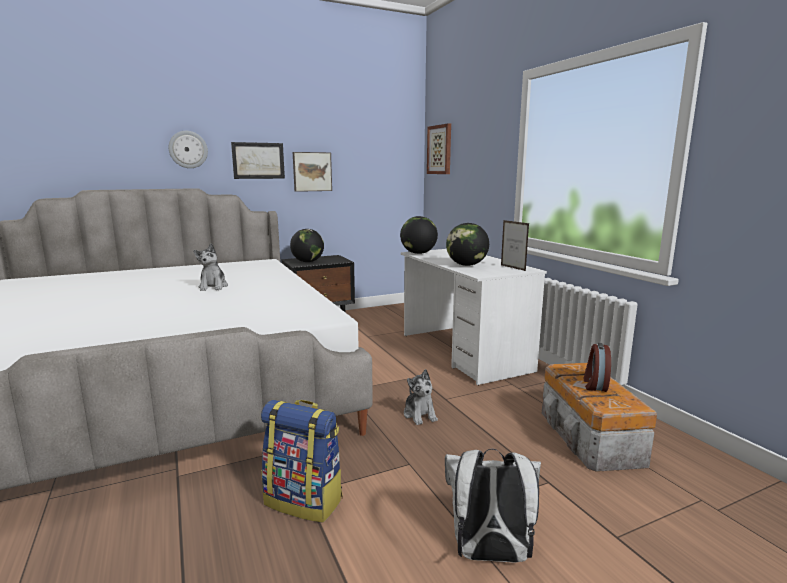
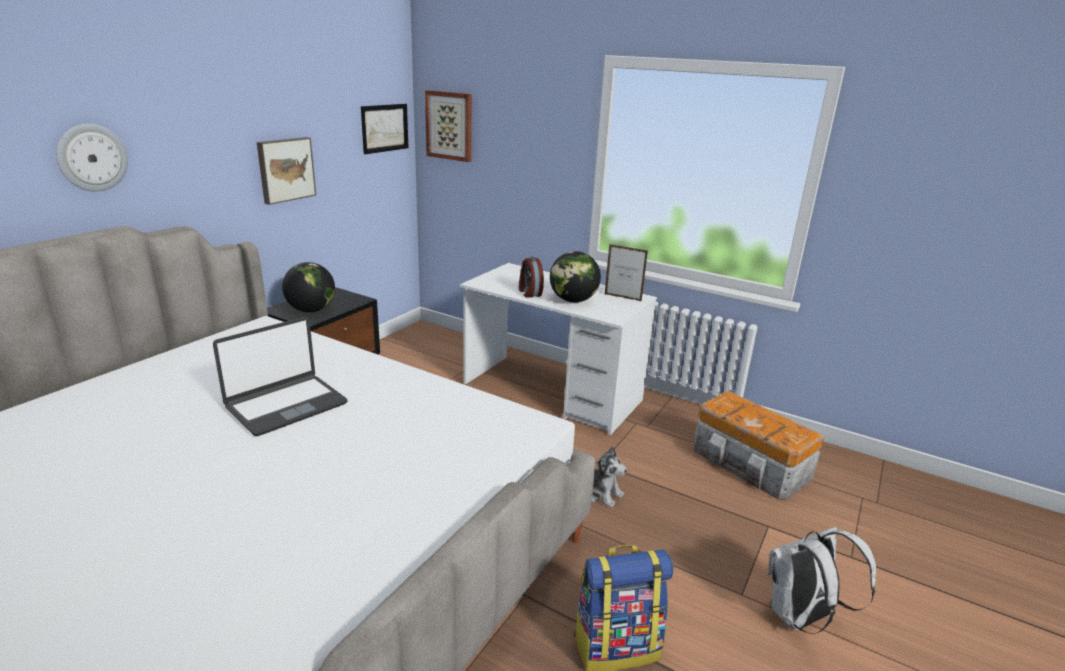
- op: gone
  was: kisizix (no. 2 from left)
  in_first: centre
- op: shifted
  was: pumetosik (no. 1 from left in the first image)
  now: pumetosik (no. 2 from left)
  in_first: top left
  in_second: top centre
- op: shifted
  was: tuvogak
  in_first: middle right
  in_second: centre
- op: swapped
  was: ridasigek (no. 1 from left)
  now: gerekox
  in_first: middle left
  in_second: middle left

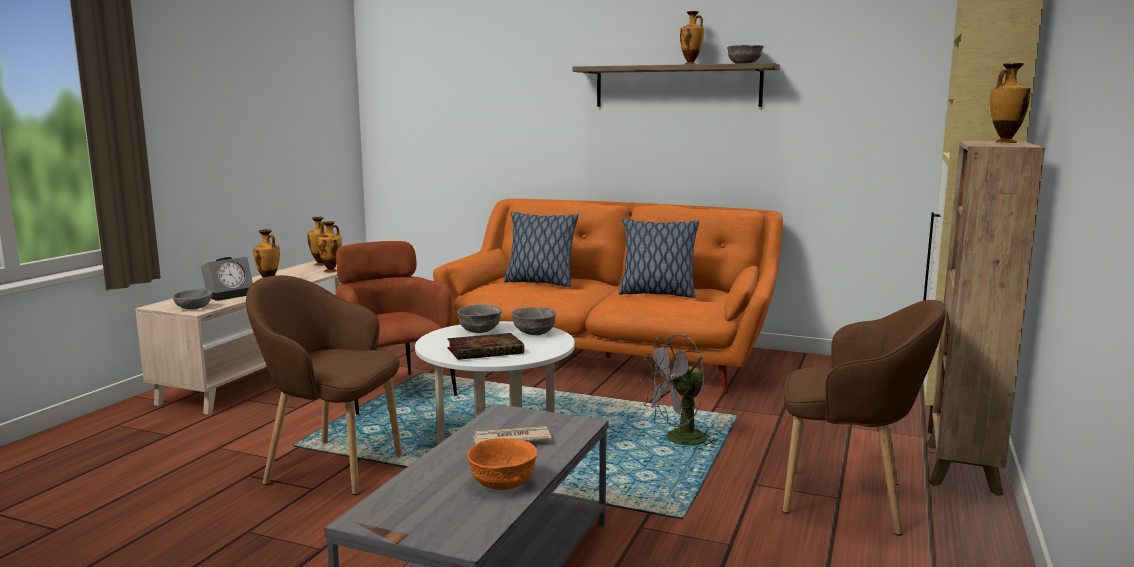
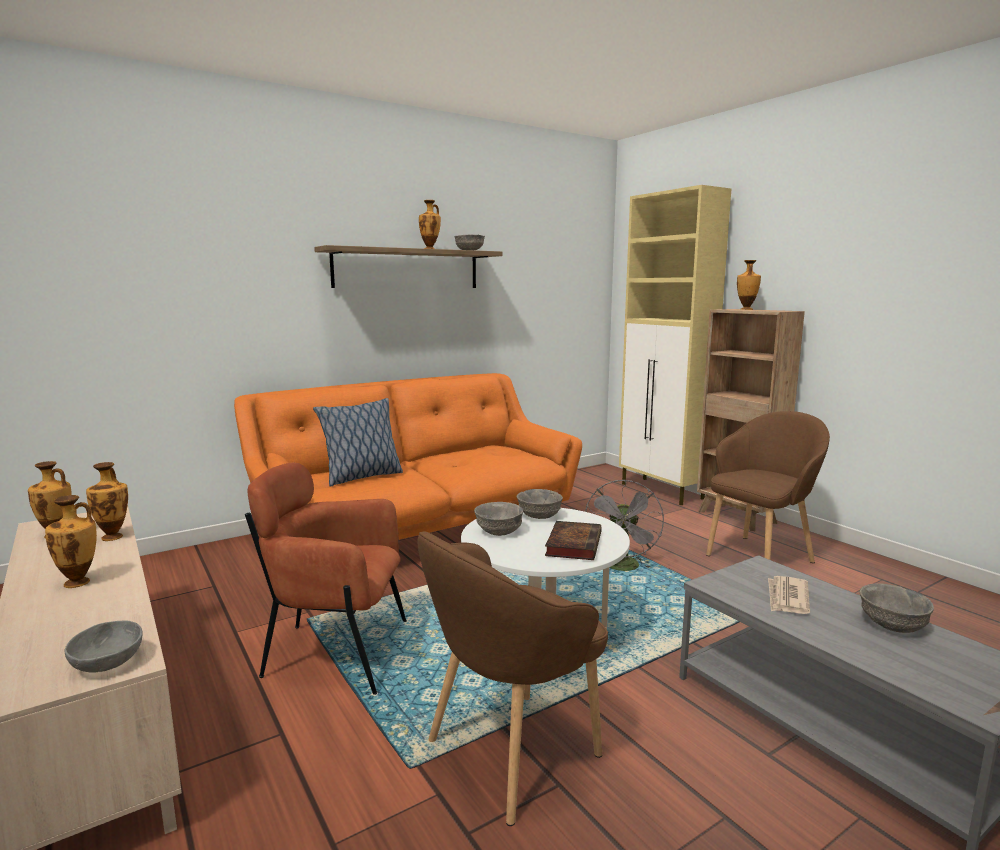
- op: gone
  was: tuvogak
  in_first: middle left
- op: gone
  was: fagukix (no. 2 from left)
  in_first: centre
- op: repainted
  was: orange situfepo
  now: grey situfepo (no. 5 from left)
  in_first: bottom centre
  in_second: bottom right

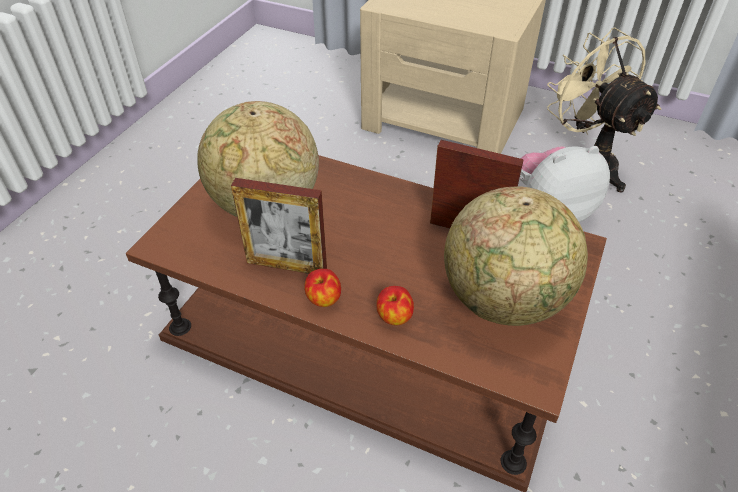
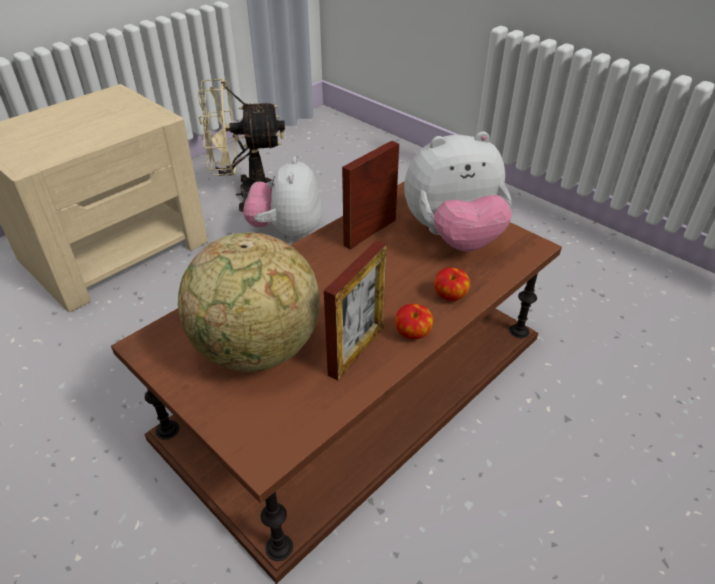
- op: swapped
  was: kisizix (no. 2 from left)
  now: ridasigek (no. 2 from left)
  in_first: middle right
  in_second: top centre

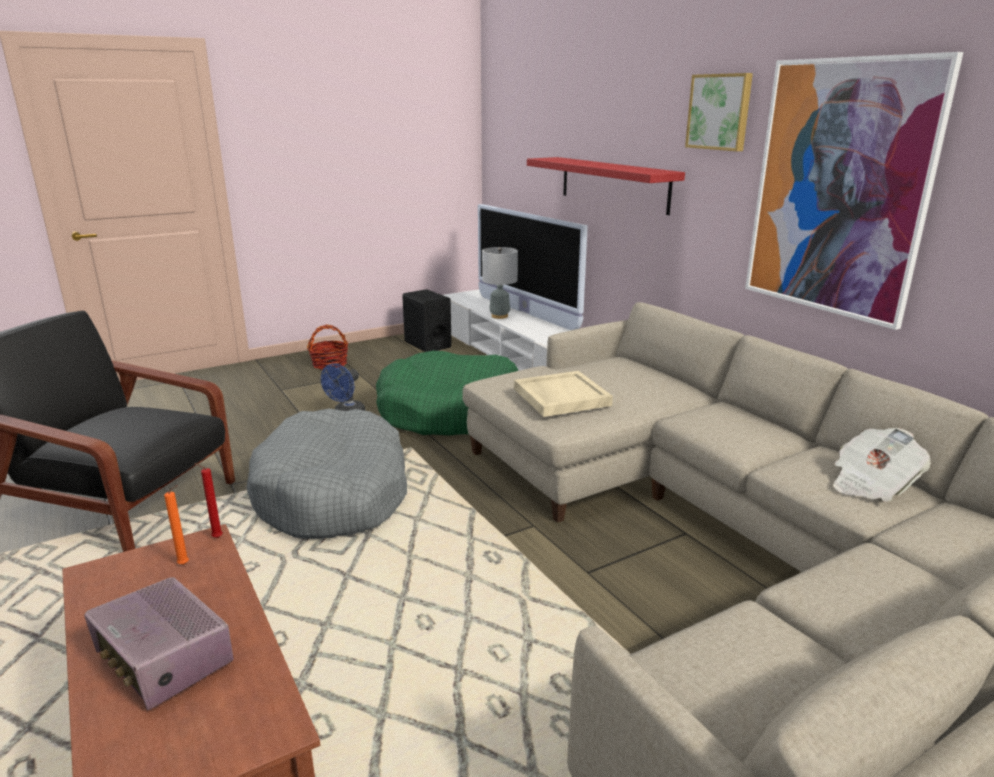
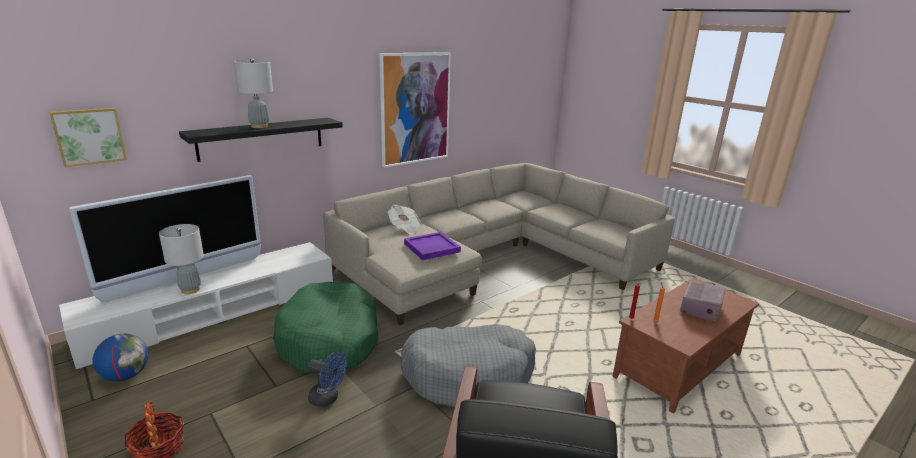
- op: new
  now: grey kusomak (no. 2 from left)
  in_second: top left
- op: shifted
  was: pumetosik (no. 1 from left)
  in_first: top right
  in_second: top left
- op: shifted
  was: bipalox
  in_first: middle right
  in_second: centre
- op: swapped
  was: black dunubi
  now: kisizix
  in_first: centre
  in_second: bottom left
- op: repainted
  was: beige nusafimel
  now: purple nusafimel
  in_first: centre
  in_second: centre
- op: repainted
  was: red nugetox
  now: black nugetox
  in_first: top centre
  in_second: top left

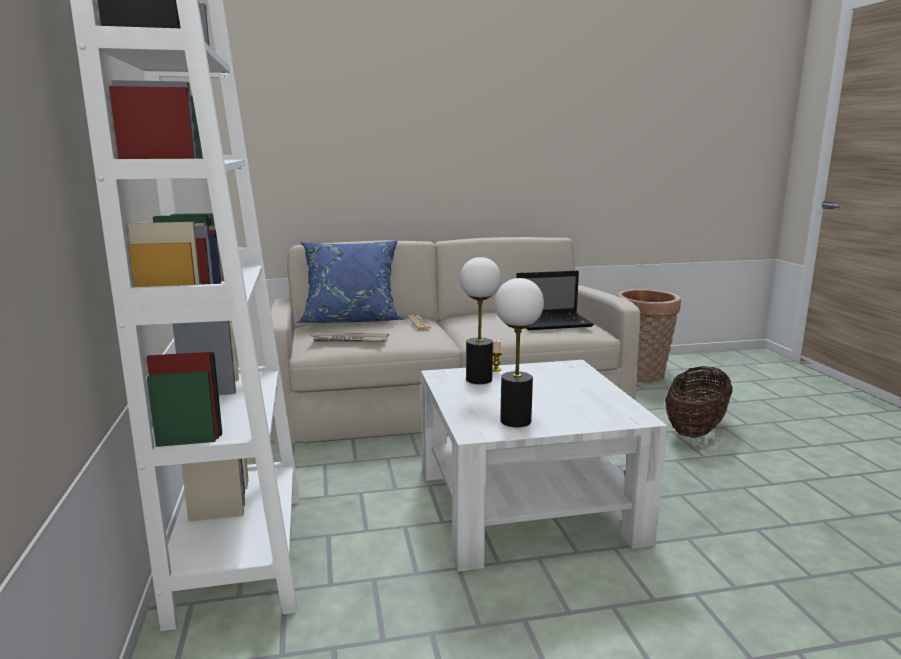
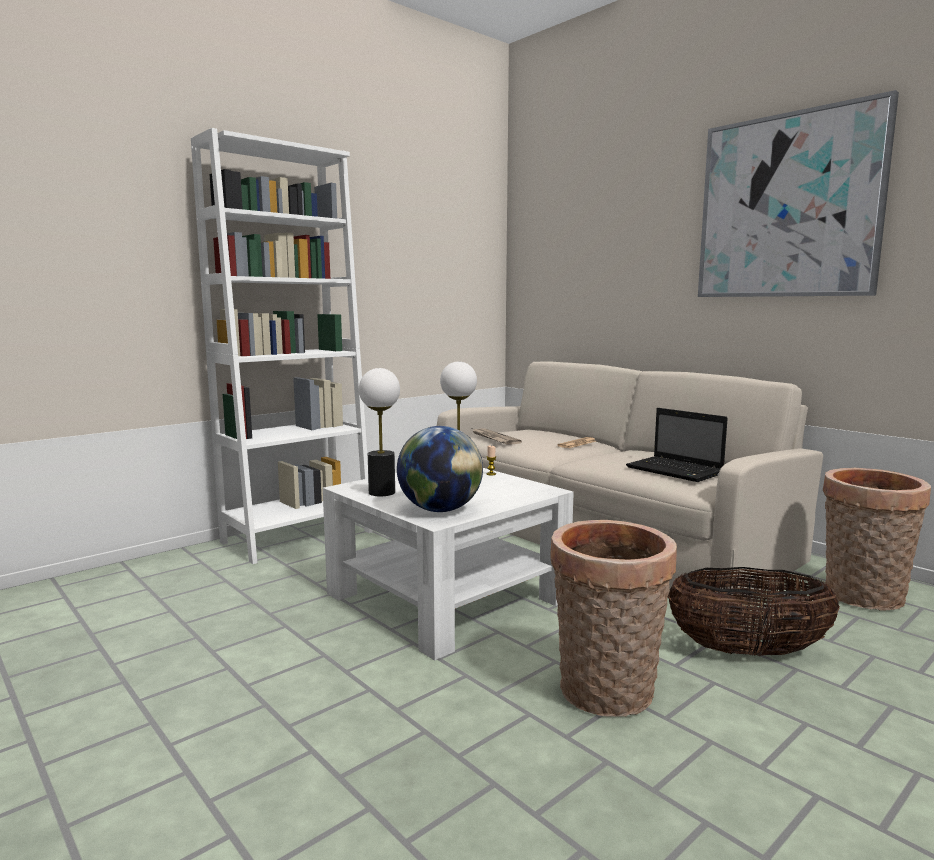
- op: gone
  was: blue fagukix
  in_first: centre
- op: new
  now: kisizix
  in_second: centre
- op: new
  now: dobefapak (no. 1 from left)
  in_second: bottom centre
- op: new
  now: pumetosik
  in_second: top right

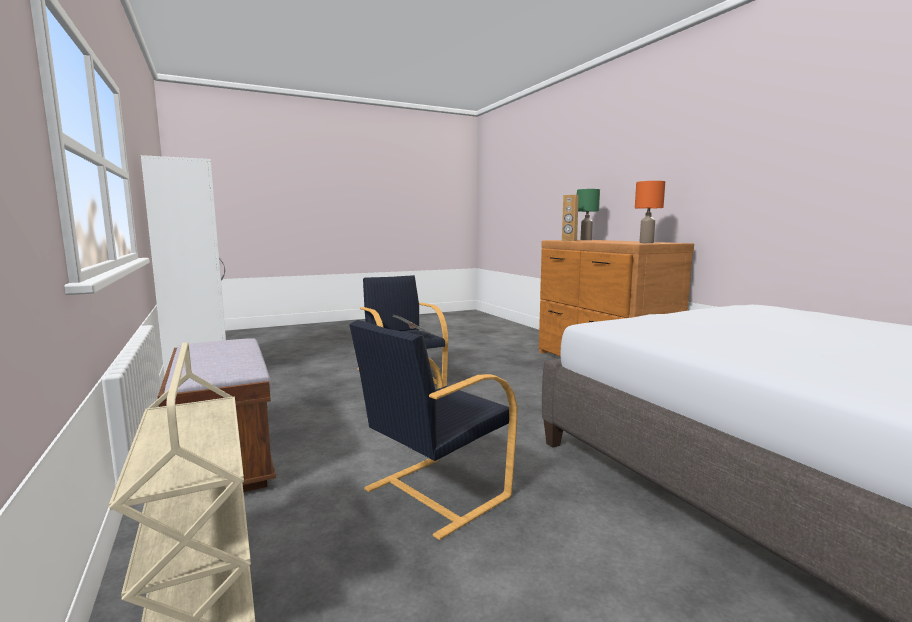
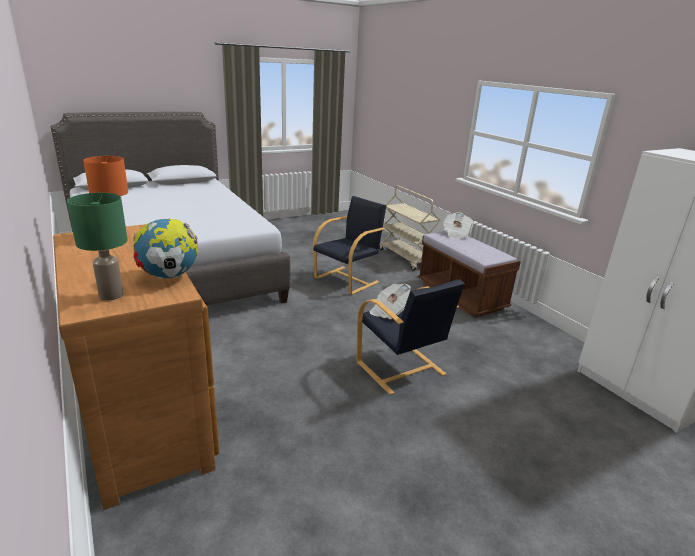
- op: new
  now: bipalox (no. 2 from left)
  in_second: centre
- op: swapped
  was: brown dunubi
  now: kisizix
  in_first: centre
  in_second: middle left

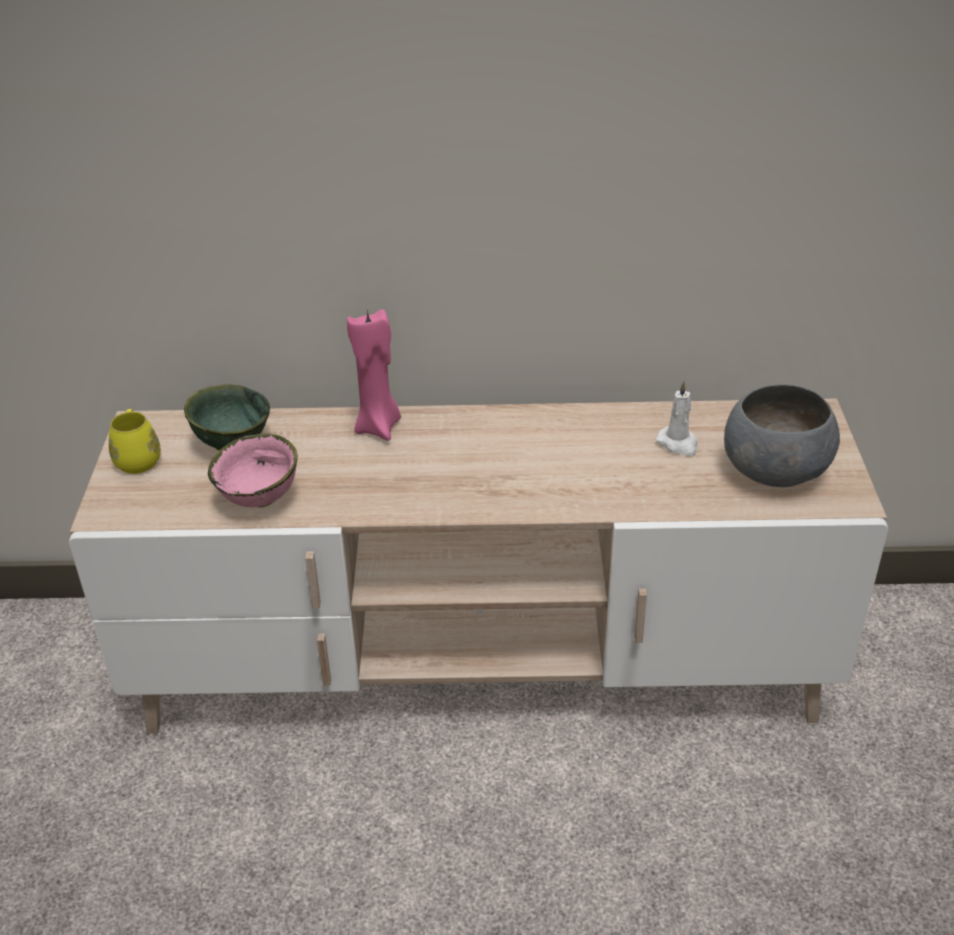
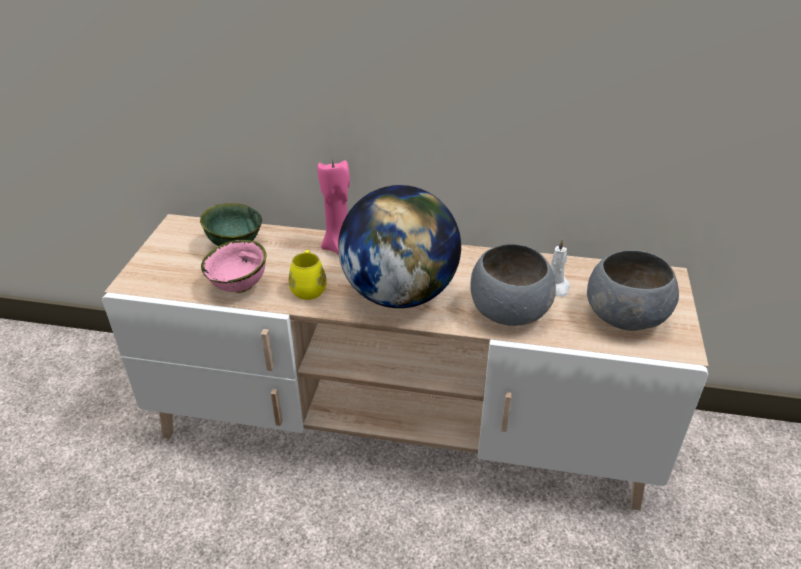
- op: new
  now: kisizix
  in_second: centre
- op: new
  now: grey situfepo (no. 1 from left)
  in_second: centre
- op: shifted
  was: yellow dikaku
  in_first: middle left
  in_second: centre

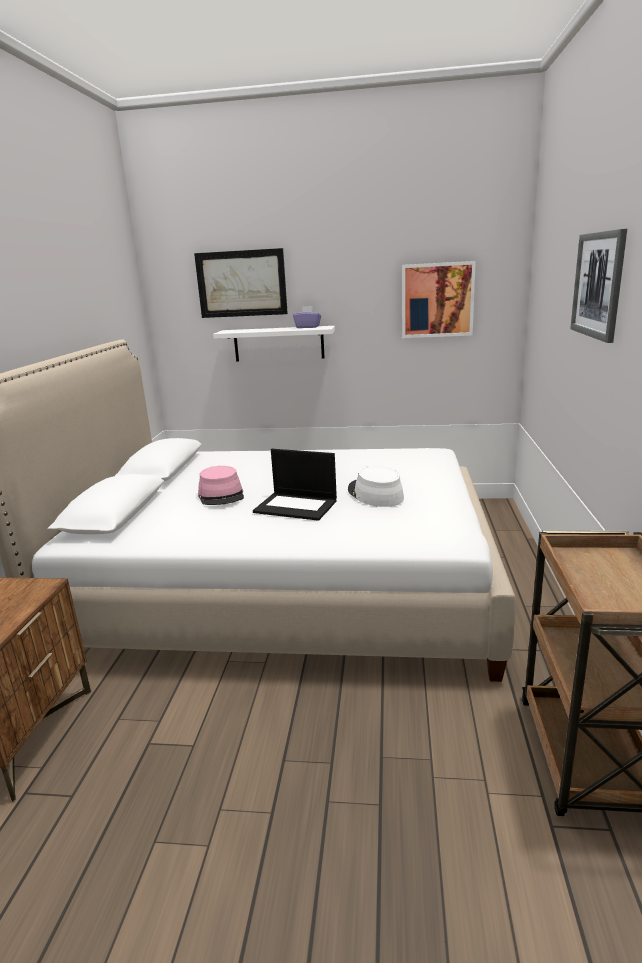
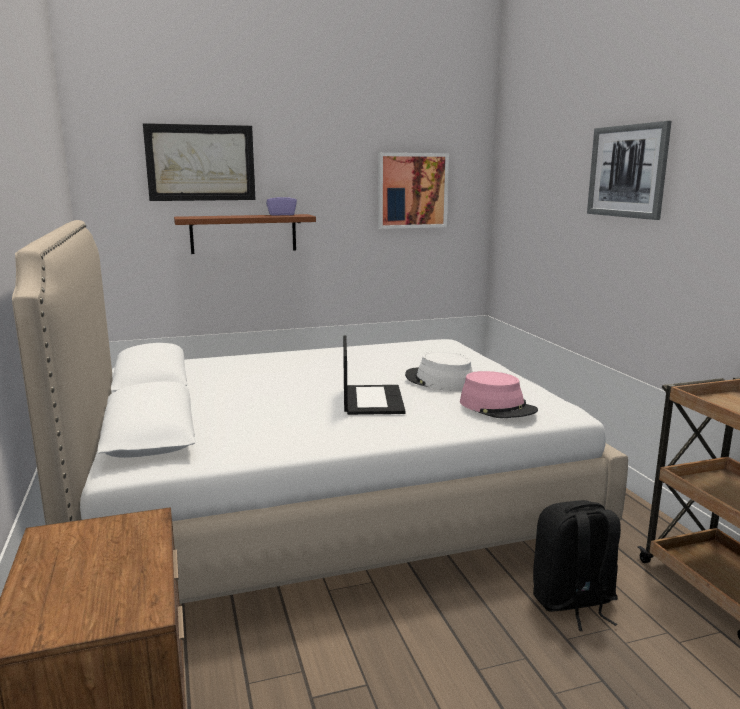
- op: new
  now: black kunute
  in_second: bottom right
- op: shifted
  was: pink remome
  in_first: centre
  in_second: middle right
- op: repainted
  was: white nugetox
  now: brown nugetox
  in_first: centre
  in_second: top left
- op: rotated
  was: gerekox
  in_first: centre
  in_second: centre
  clockwise: -90

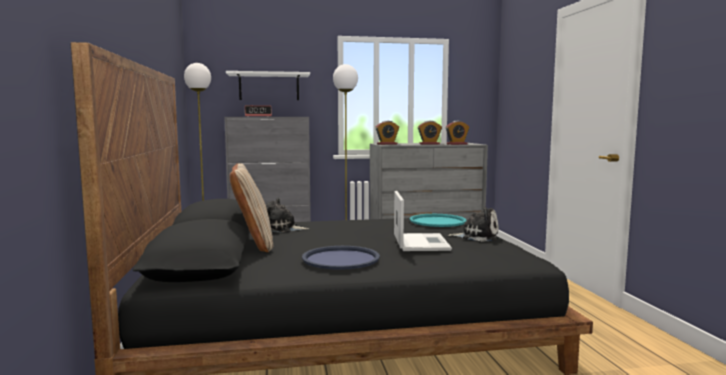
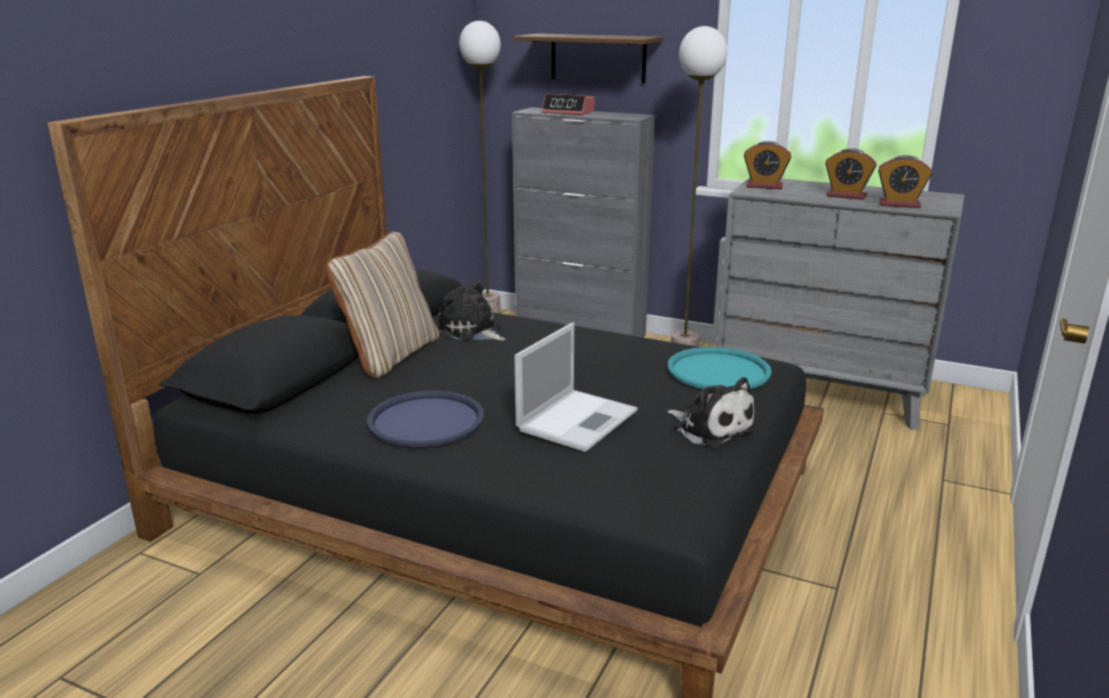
- op: repainted
  was: white nugetox
  now: brown nugetox
  in_first: top centre
  in_second: top centre

